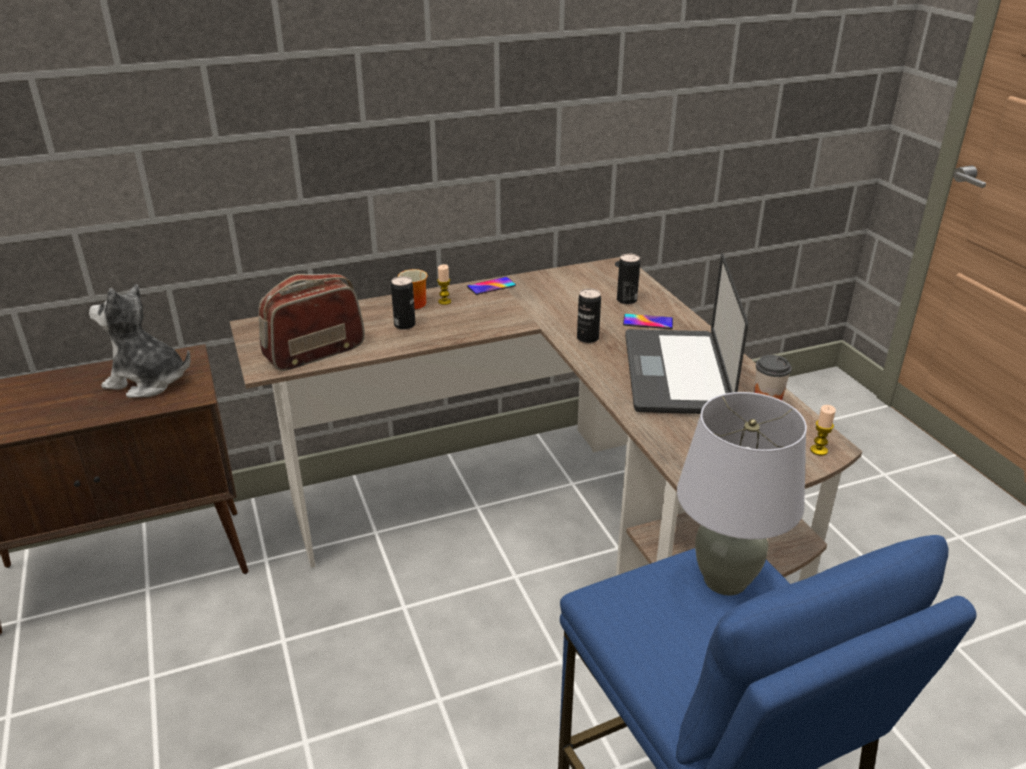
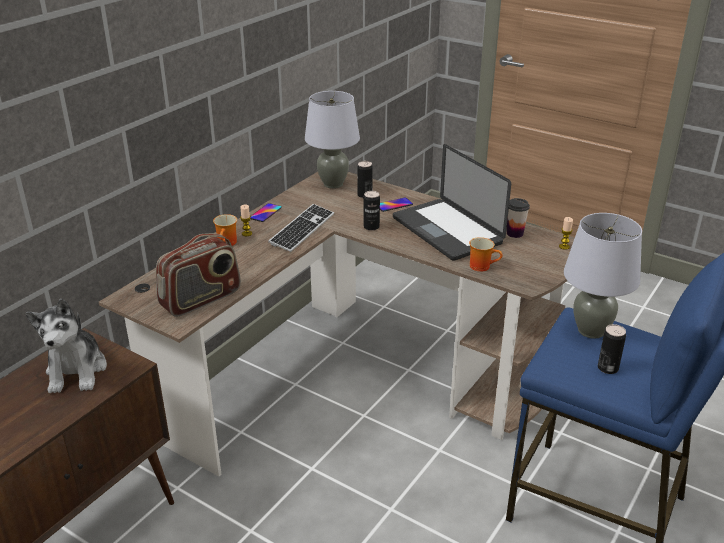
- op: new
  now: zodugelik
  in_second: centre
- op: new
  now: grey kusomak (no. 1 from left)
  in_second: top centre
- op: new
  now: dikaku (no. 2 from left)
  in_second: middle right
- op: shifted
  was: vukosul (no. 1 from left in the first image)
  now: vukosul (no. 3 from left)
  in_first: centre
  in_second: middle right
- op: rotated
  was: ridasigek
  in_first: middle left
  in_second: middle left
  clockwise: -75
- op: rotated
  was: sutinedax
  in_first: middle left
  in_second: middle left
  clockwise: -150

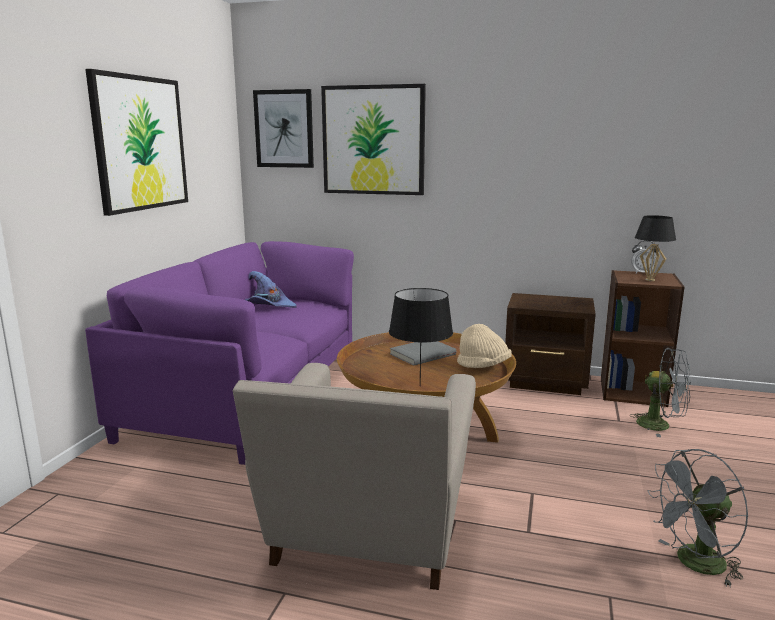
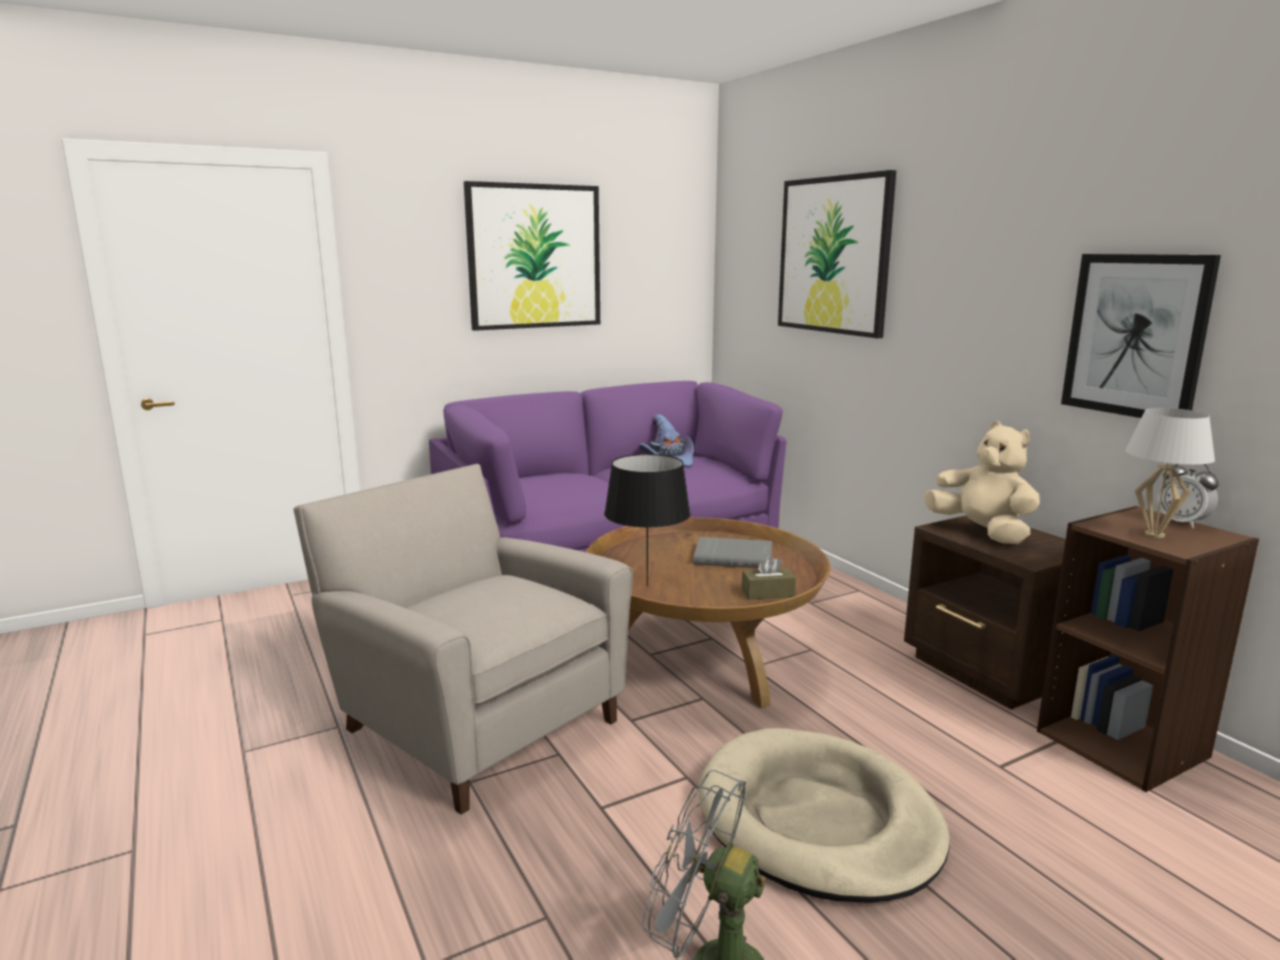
- op: gone
  was: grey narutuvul (no. 1 from left)
  in_first: middle right
- op: new
  now: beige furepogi
  in_second: bottom centre
- op: new
  now: beige ridasigek
  in_second: middle right
- op: shifted
  was: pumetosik (no. 2 from left in the first image)
  now: pumetosik (no. 3 from left)
  in_first: top centre
  in_second: middle right
- op: swapped
  was: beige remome
  now: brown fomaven
  in_first: centre
  in_second: centre
- op: repainted
  was: black kusomak (no. 2 from left)
  now: white kusomak
  in_first: middle right
  in_second: middle right
- op: rotated
  was: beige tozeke
  in_first: bottom centre
  in_second: centre
  clockwise: 75

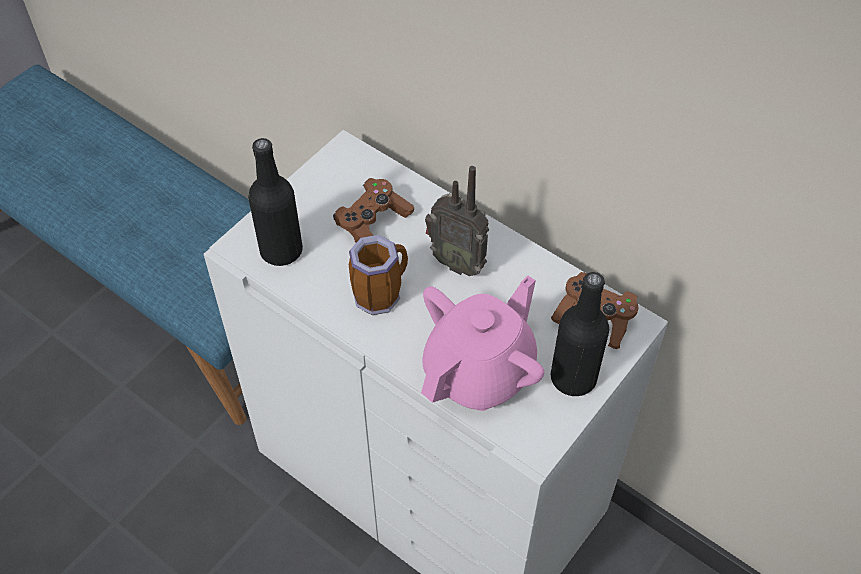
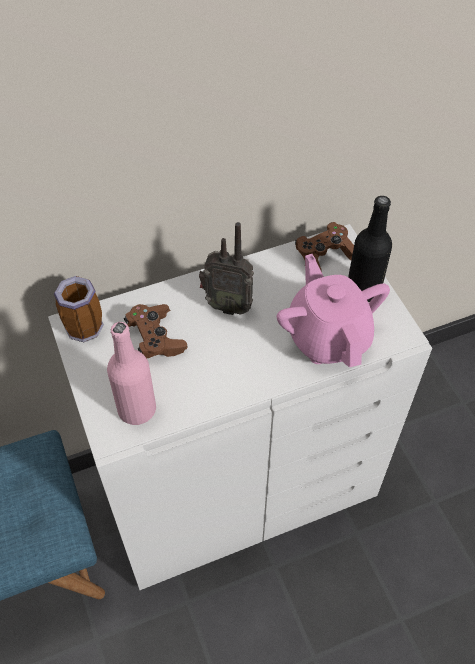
- op: shifted
  was: dikaku
  in_first: centre
  in_second: middle left
- op: repainted
  was: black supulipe (no. 1 from left)
  now: pink supulipe
  in_first: middle left
  in_second: middle left
- op: rotated
  was: sutinedax
  in_first: centre
  in_second: centre
  clockwise: 45

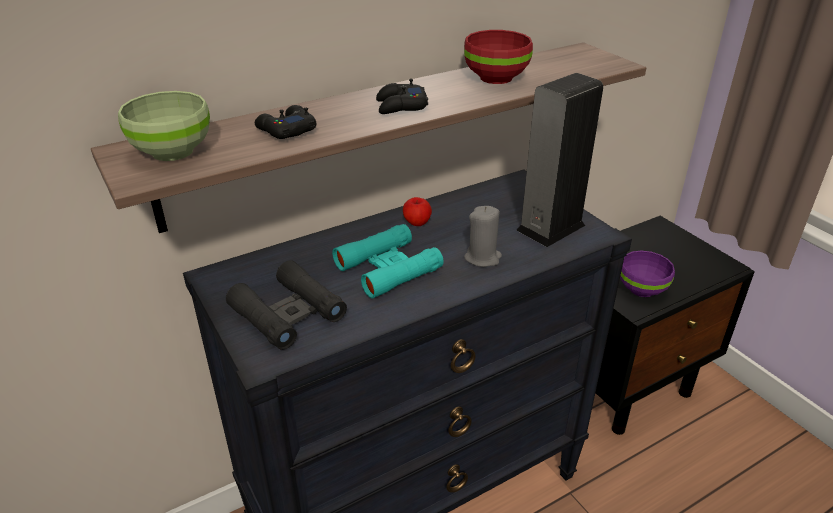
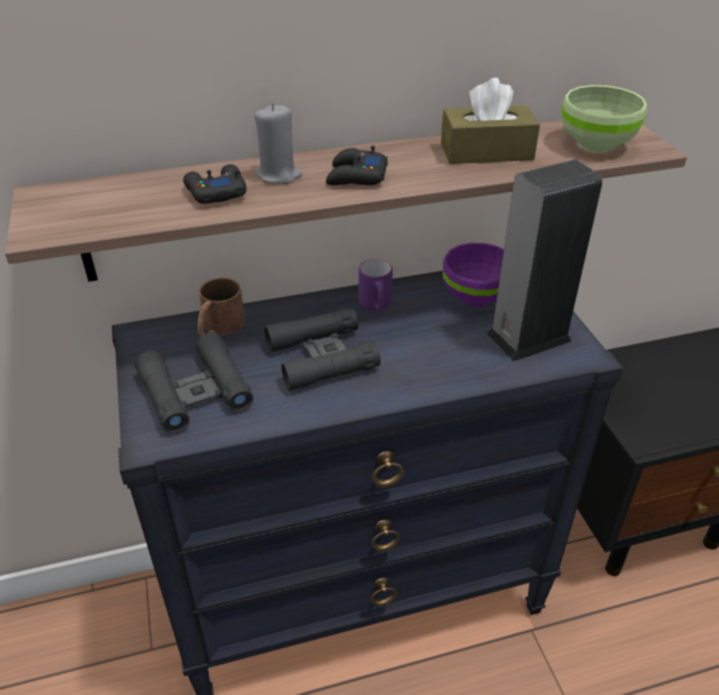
- op: new
  now: brown dikaku
  in_second: middle left
- op: shifted
  was: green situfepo
  in_first: top left
  in_second: top right
- op: shifted
  was: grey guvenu
  in_first: centre
  in_second: top centre
- op: shifted
  was: purple situfepo
  in_first: middle right
  in_second: centre
- op: swapped
  was: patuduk
  now: purple dikaku
  in_first: centre
  in_second: centre
- op: swapped
  was: red situfepo
  now: brown fomaven
  in_first: top centre
  in_second: top right
- op: repainted
  was: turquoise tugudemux
  now: black tugudemux (no. 2 from left)
  in_first: centre
  in_second: centre

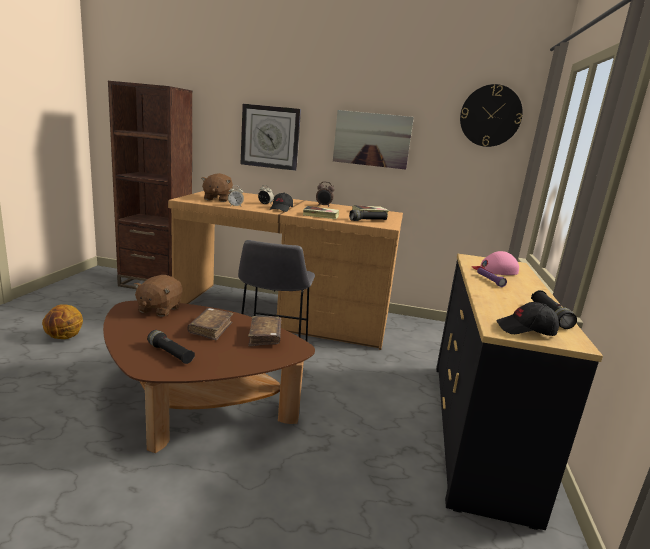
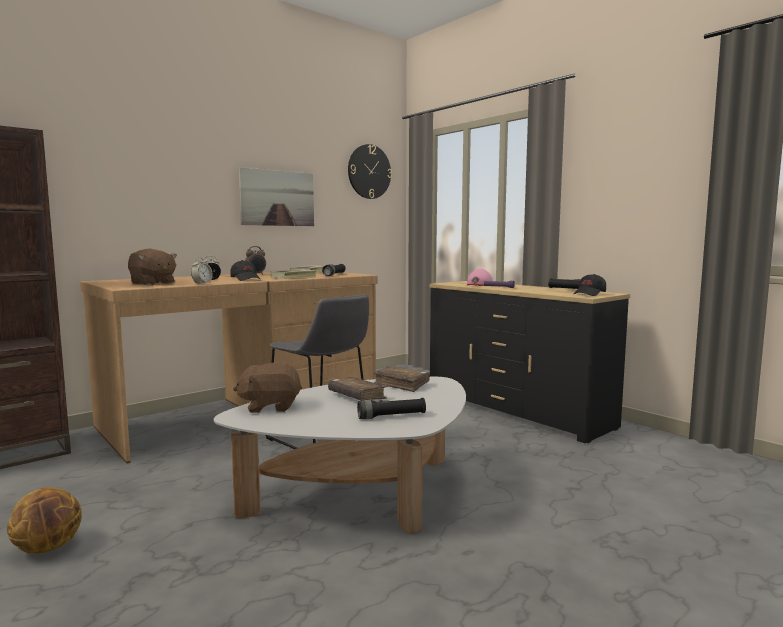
- op: gone
  was: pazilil (no. 1 from left)
  in_first: top centre
- op: repainted
  was: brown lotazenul
  now: white lotazenul
  in_first: bottom left
  in_second: bottom centre
- op: rotated
  was: brown ridasigek (no. 1 from left in the first image)
  in_first: middle left
  in_second: centre
  clockwise: 120

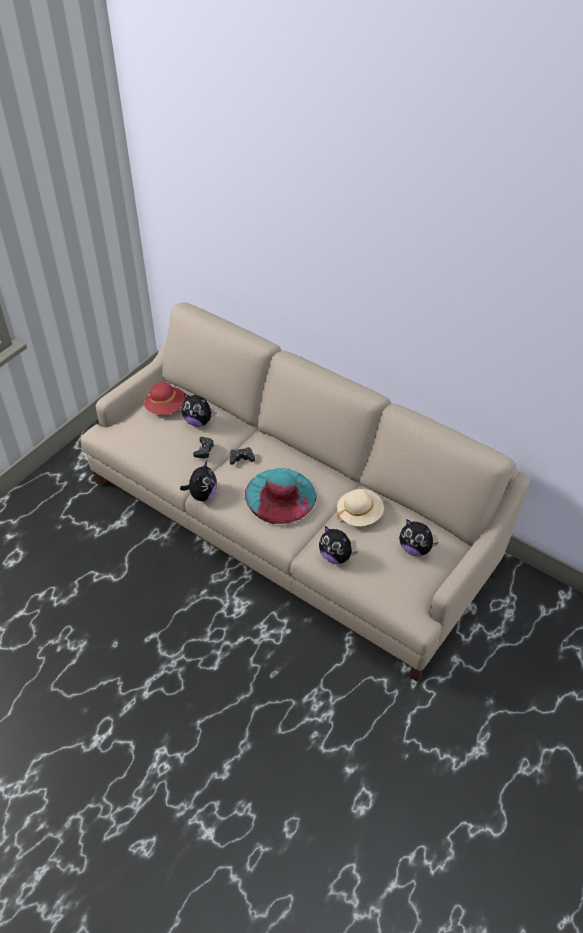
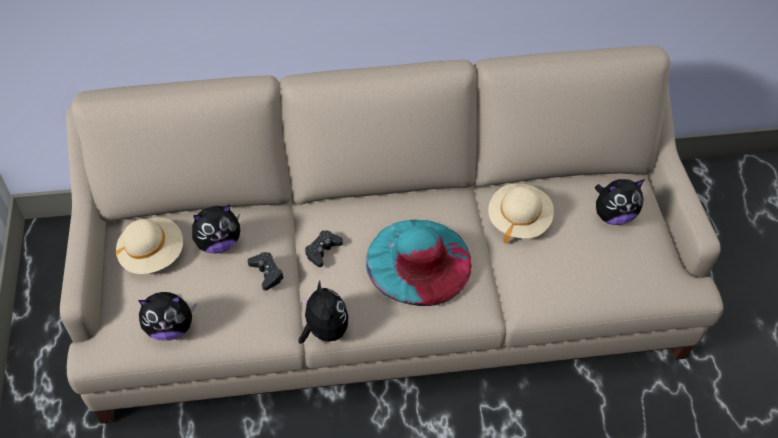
- op: shifted
  was: ridasigek (no. 3 from left in the first image)
  now: ridasigek (no. 1 from left)
  in_first: centre
  in_second: bottom left
- op: repainted
  was: red remome
  now: beige remome (no. 1 from left)
  in_first: middle left
  in_second: middle left

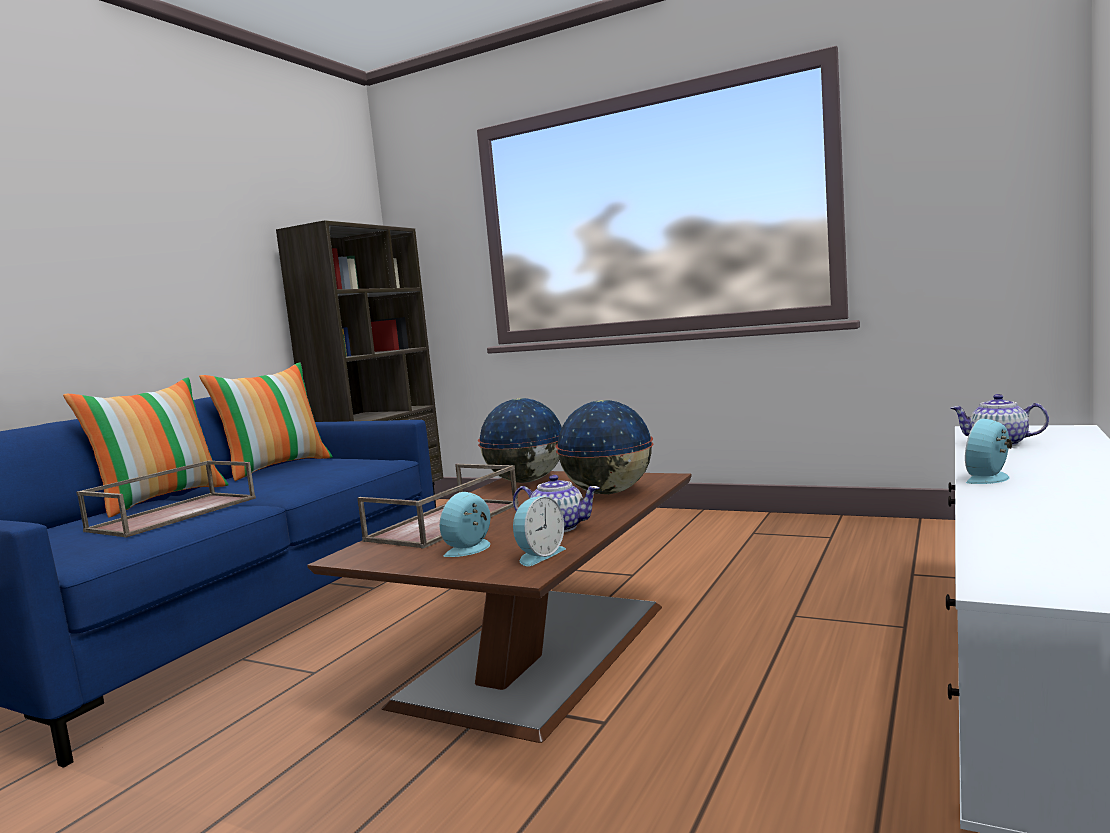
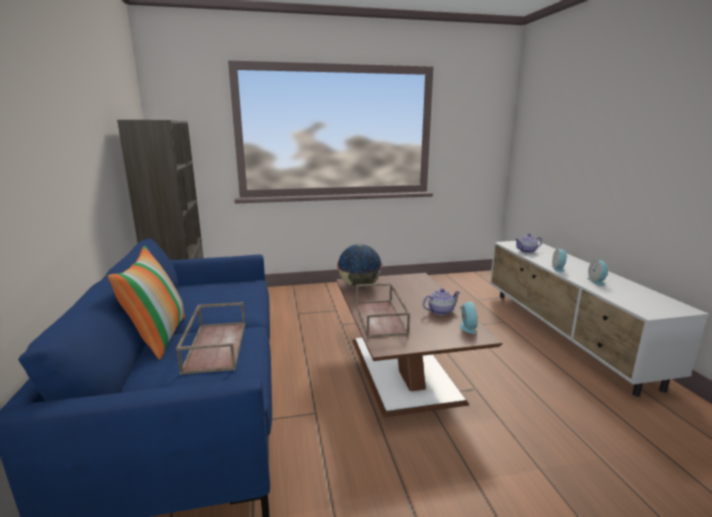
- op: gone
  was: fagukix (no. 2 from left)
  in_first: middle left
- op: gone
  was: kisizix (no. 2 from left)
  in_first: centre
- op: shifted
  was: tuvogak (no. 1 from left in the first image)
  now: tuvogak (no. 3 from left)
  in_first: centre
  in_second: middle right

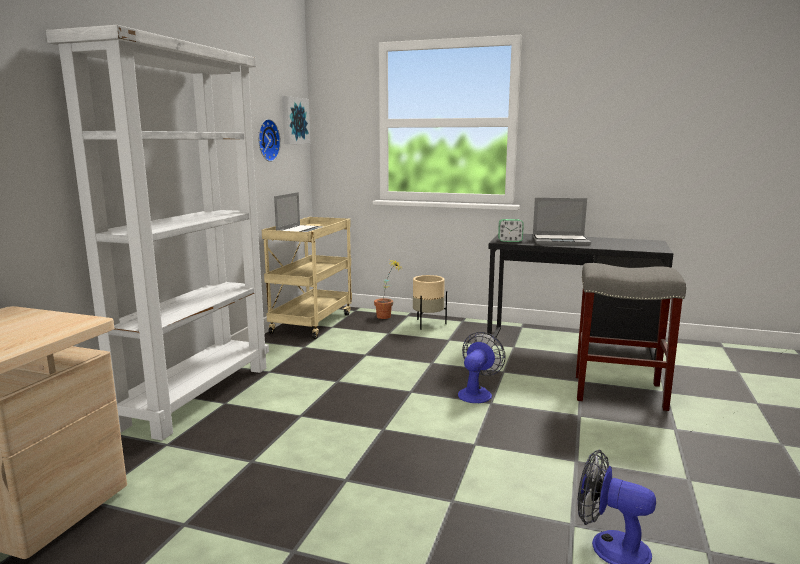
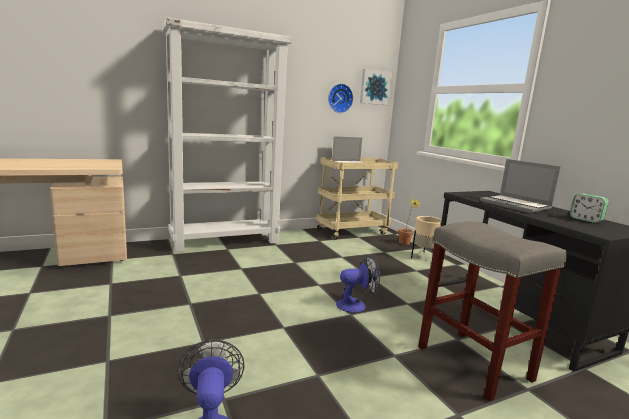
- op: shifted
  was: tuvogak
  in_first: centre
  in_second: middle right

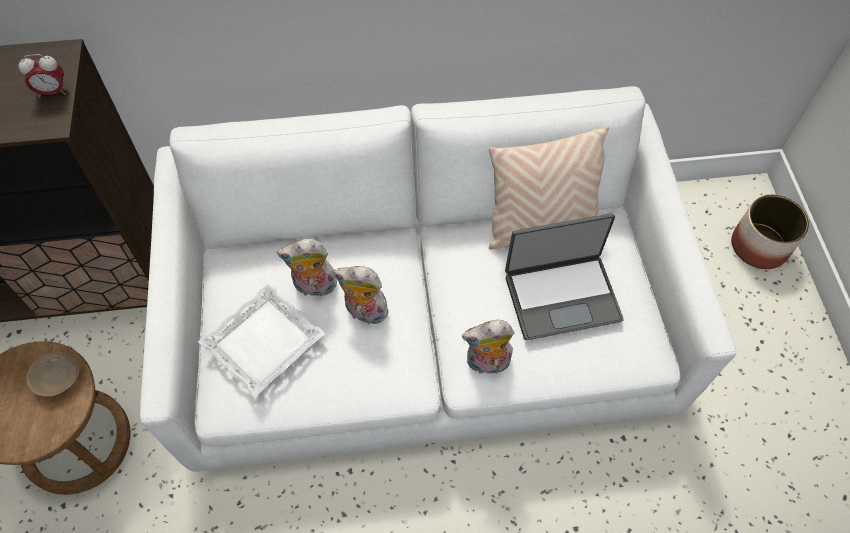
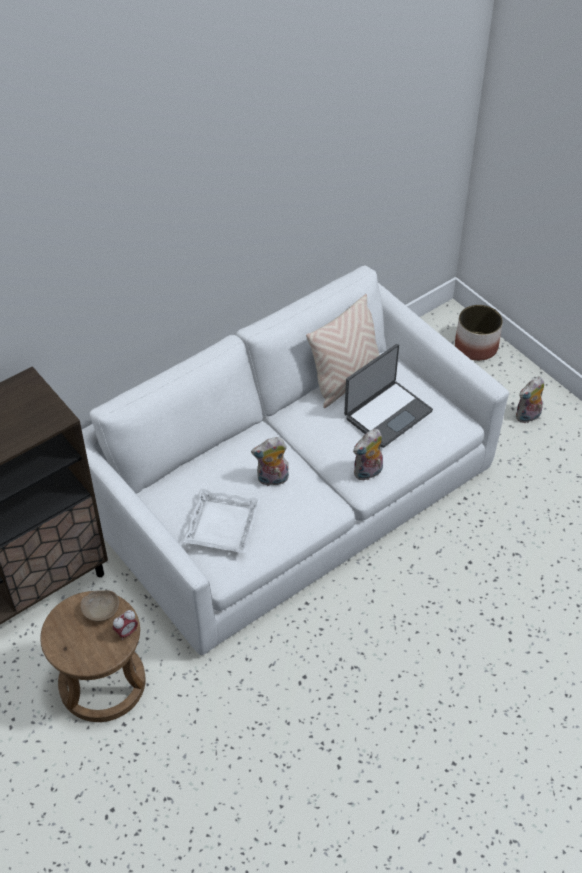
- op: shifted
  was: tuvogak
  in_first: top left
  in_second: bottom left
- op: shifted
  was: ridasigek (no. 1 from left in the first image)
  now: ridasigek (no. 3 from left)
  in_first: centre
  in_second: middle right

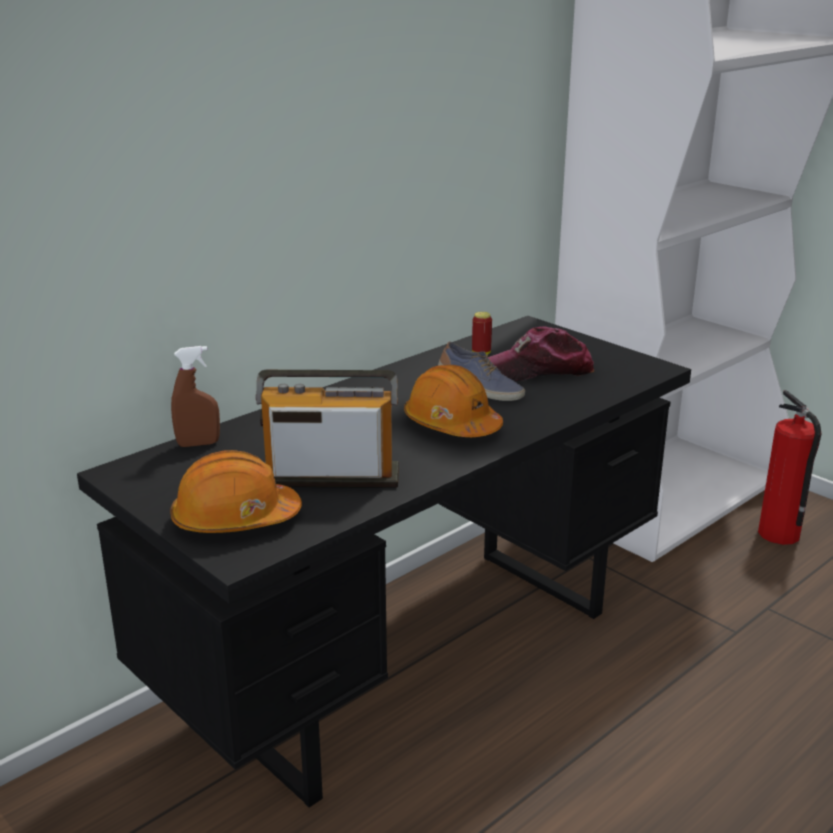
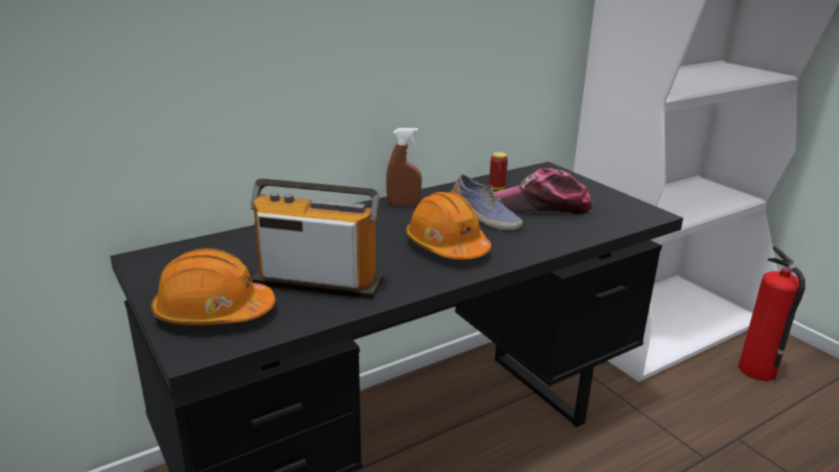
- op: shifted
  was: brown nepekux
  in_first: middle left
  in_second: centre

